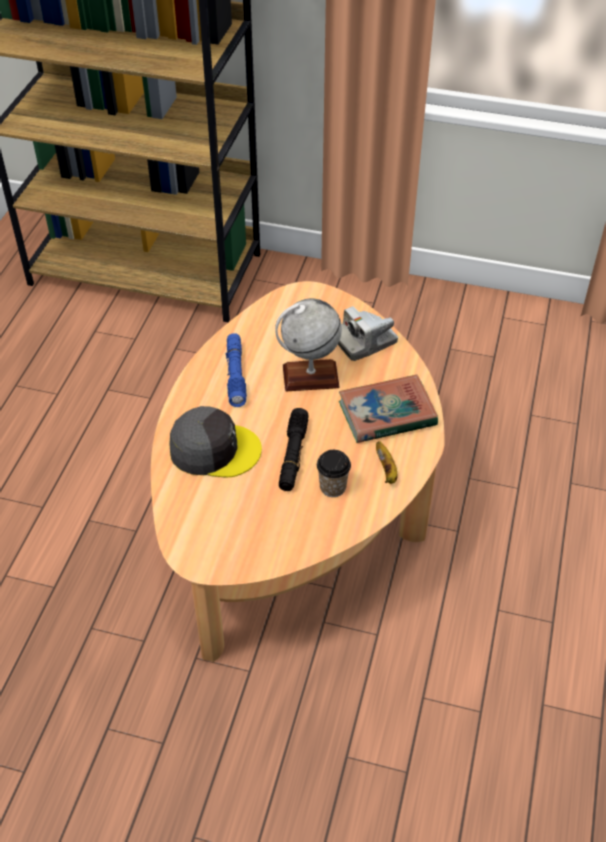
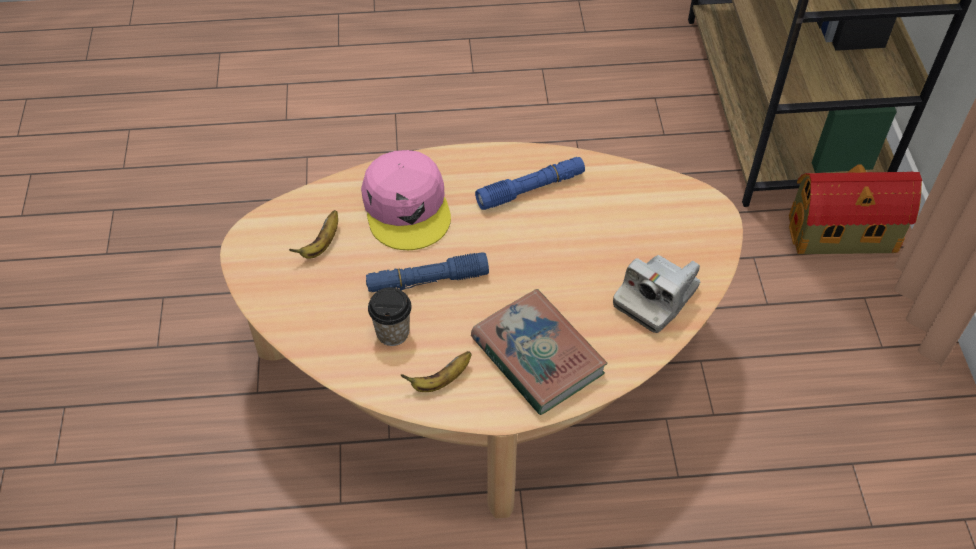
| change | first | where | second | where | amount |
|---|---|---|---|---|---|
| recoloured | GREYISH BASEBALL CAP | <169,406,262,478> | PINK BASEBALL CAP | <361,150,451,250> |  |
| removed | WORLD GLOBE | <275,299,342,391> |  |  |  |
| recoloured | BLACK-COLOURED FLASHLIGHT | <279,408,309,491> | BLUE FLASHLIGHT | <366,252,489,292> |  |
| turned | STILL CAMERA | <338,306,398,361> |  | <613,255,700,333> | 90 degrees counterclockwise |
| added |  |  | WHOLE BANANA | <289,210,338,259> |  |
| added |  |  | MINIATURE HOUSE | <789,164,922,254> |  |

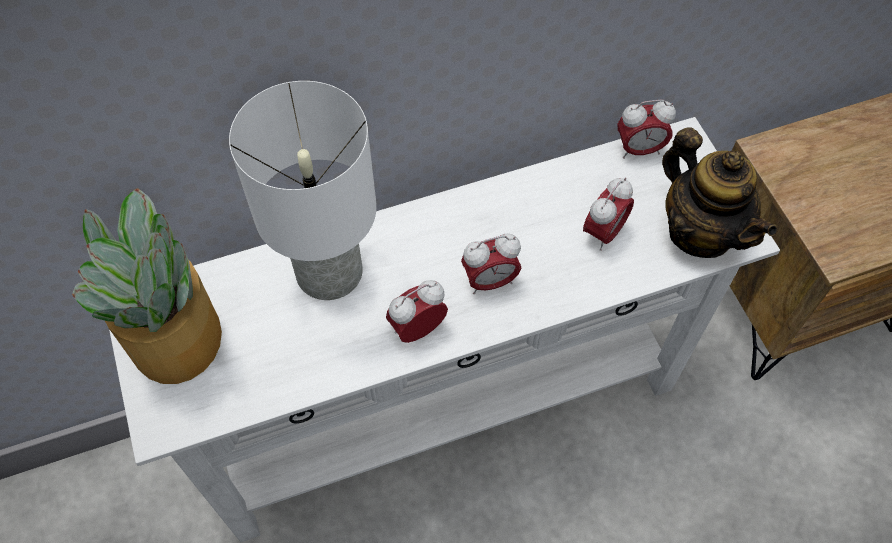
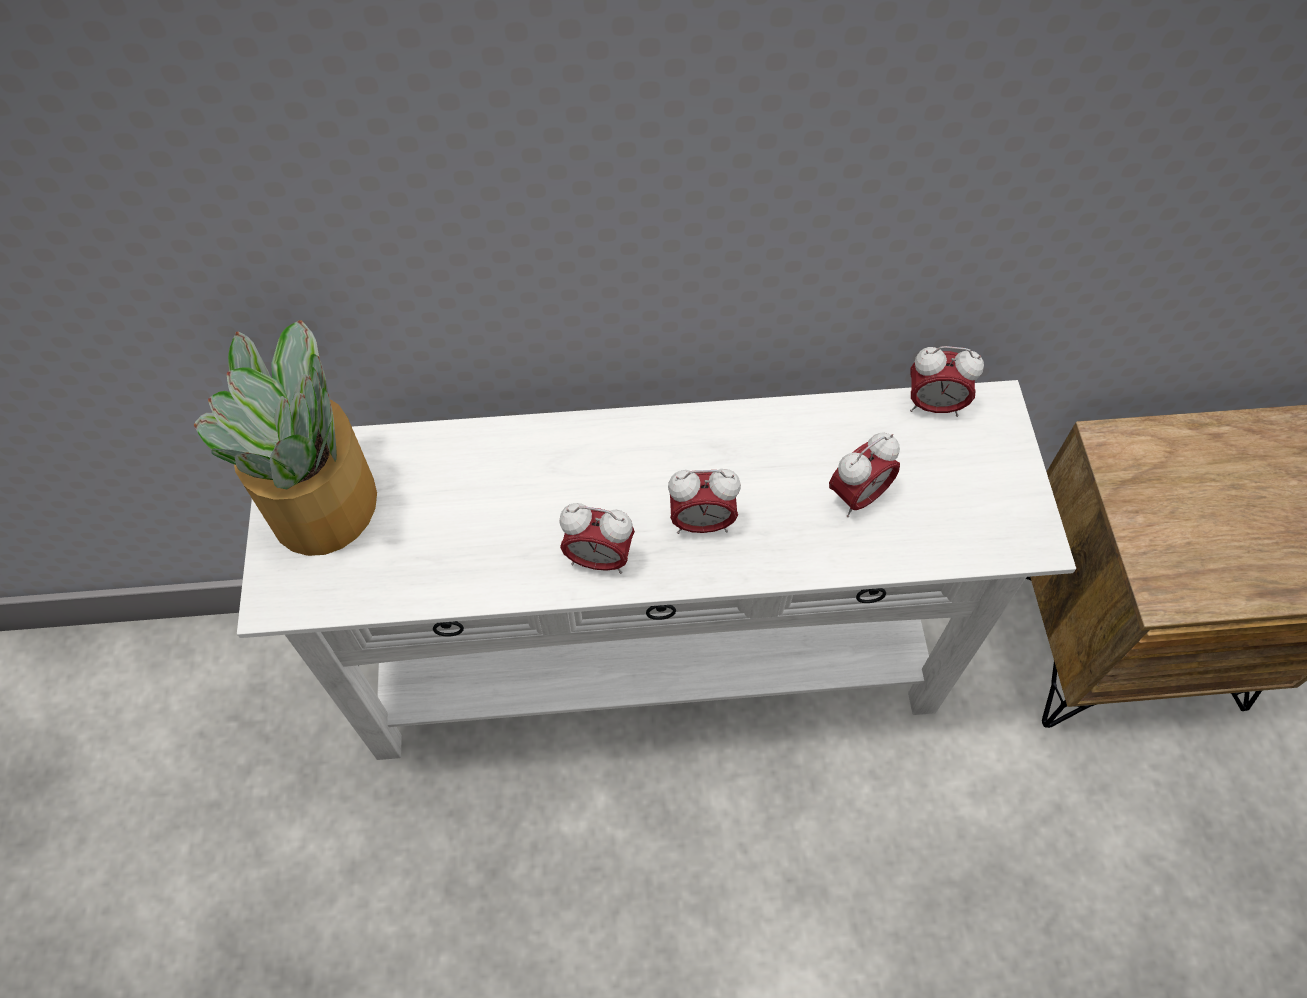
| change | first | where | second | where | amount |
|---|---|---|---|---|---|
| removed | WHITE TABLE LAMP | <229,81,377,300> |  |  |  |
| turned | BEDSIDE CLOCK | <386,280,448,343> |  | <559,503,635,574> | 150 degrees counterclockwise |
| removed | TEA POT | <662,127,777,258> |  |  |  |

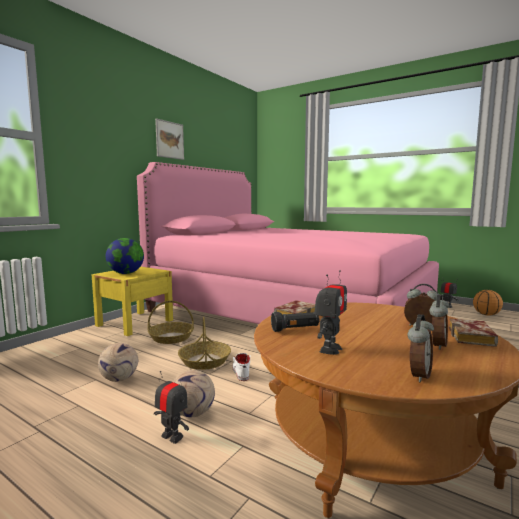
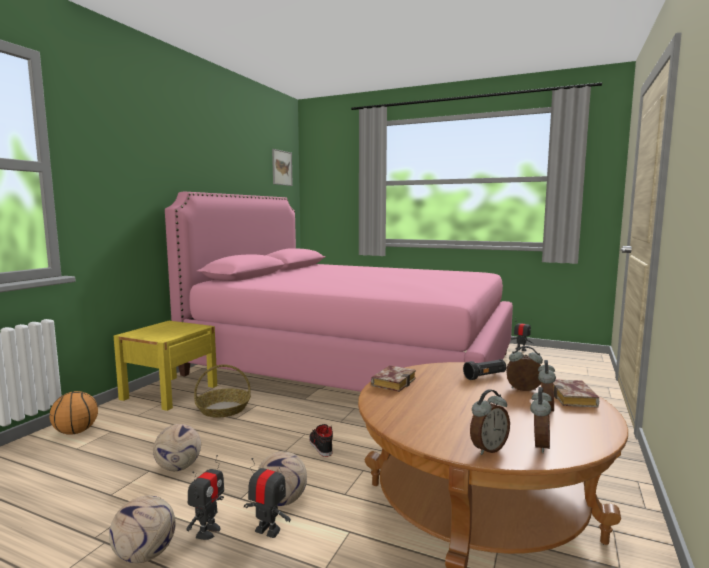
| change | first | where | second | where | amount |
|---|---|---|---|---|---|
| removed | WORLD GLOBE | <106,238,144,274> |  |  |  |
| moved | WALL ART | <155,118,184,160> |  | <272,149,293,186> |  |
| removed | STORAGE BASKET | <178,317,231,370> |  |  |  |
| recoloured | WHITE ITEM OF FOOTWEAR | <232,353,250,381> | BLACK-COLOURED ITEM OF FOOTWEAR | <309,424,333,457> |  |
| moved | BLACK-COLOURED FLASHLIGHT | <271,312,320,332> |  | <463,359,507,380> |  |
| moved | MODEL ROBOT | <314,270,347,355> |  | <186,455,224,540> |  |
| moved | BALL FOR BASKETBALL | <473,290,503,316> |  | <50,391,98,435> |  |
| added |  |  | FOOTBALL | <109,495,176,563> |  |
| added |  |  | BEDSIDE CLOCK | <470,389,510,455> |  |

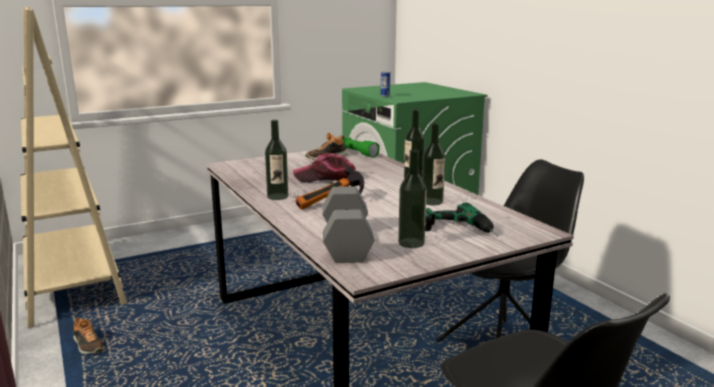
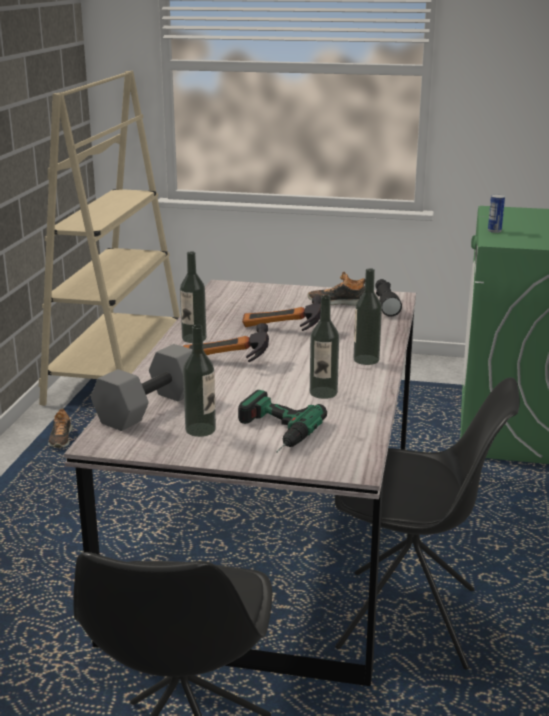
| change | first | where | second | where | amount |
|---|---|---|---|---|---|
| replaced | BASEBALL CAP | <293,153,356,183> | HAND HAMMER | <242,296,321,331> |  |
| recoloured | GREEN-COLOURED FLASHLIGHT | <342,137,379,158> | BLACK-COLOURED FLASHLIGHT | <375,279,402,317> |  |

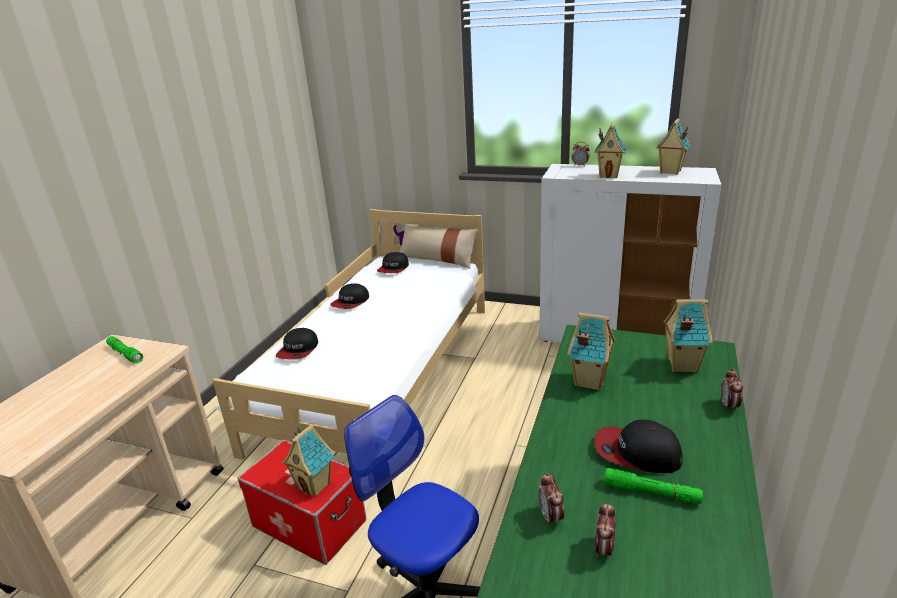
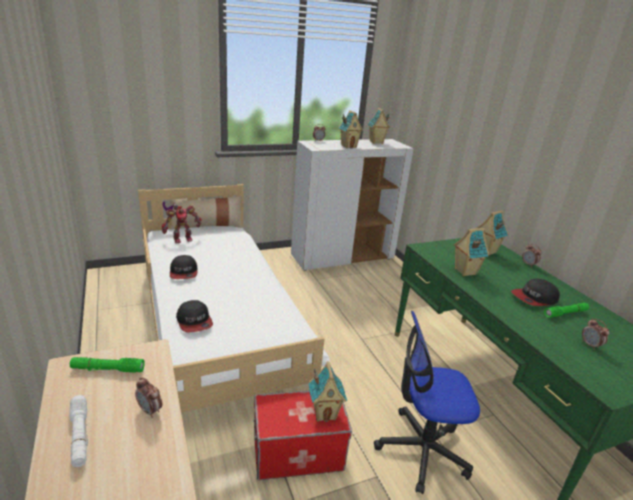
| change | first | where | second | where | amount |
|---|---|---|---|---|---|
| replaced | BASEBALL CAP | <377,252,409,273> | MODEL ROBOT | <162,203,202,243> |  |
| moved | BEDSIDE CLOCK | <538,473,564,526> |  | <135,377,162,418> |  |
| added |  |  | WHITE FLASHLIGHT | <69,395,88,467> |  |

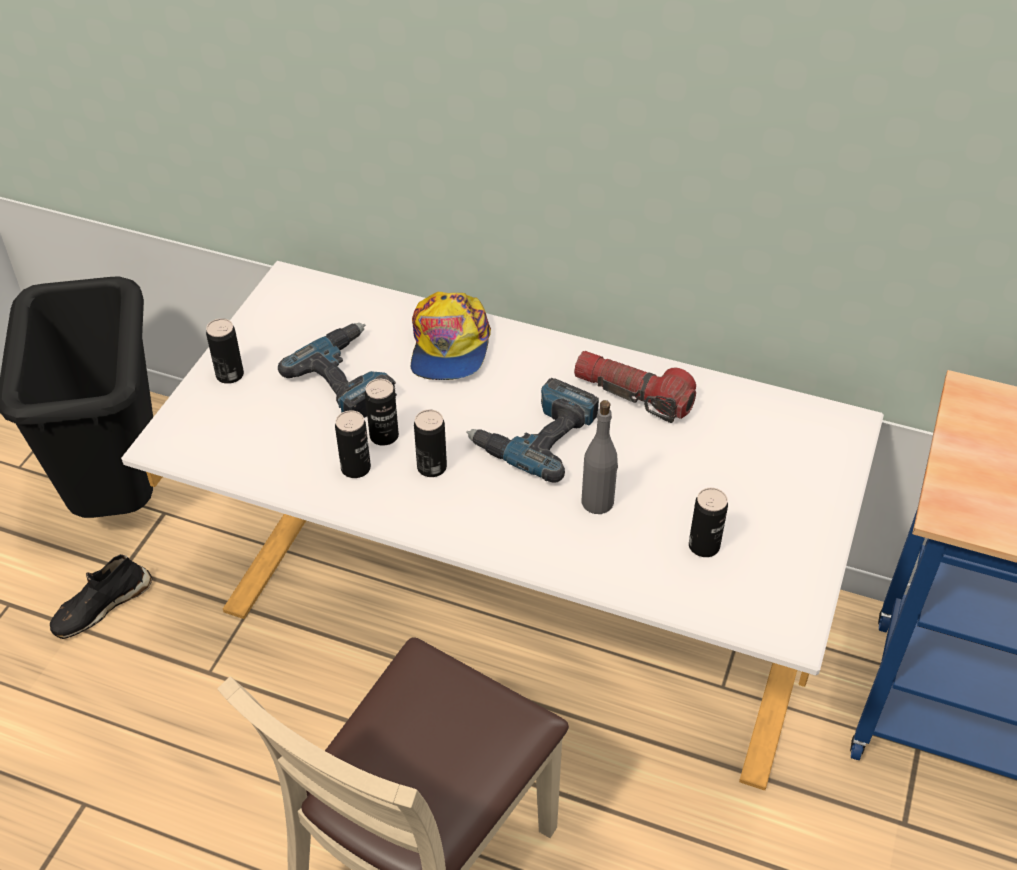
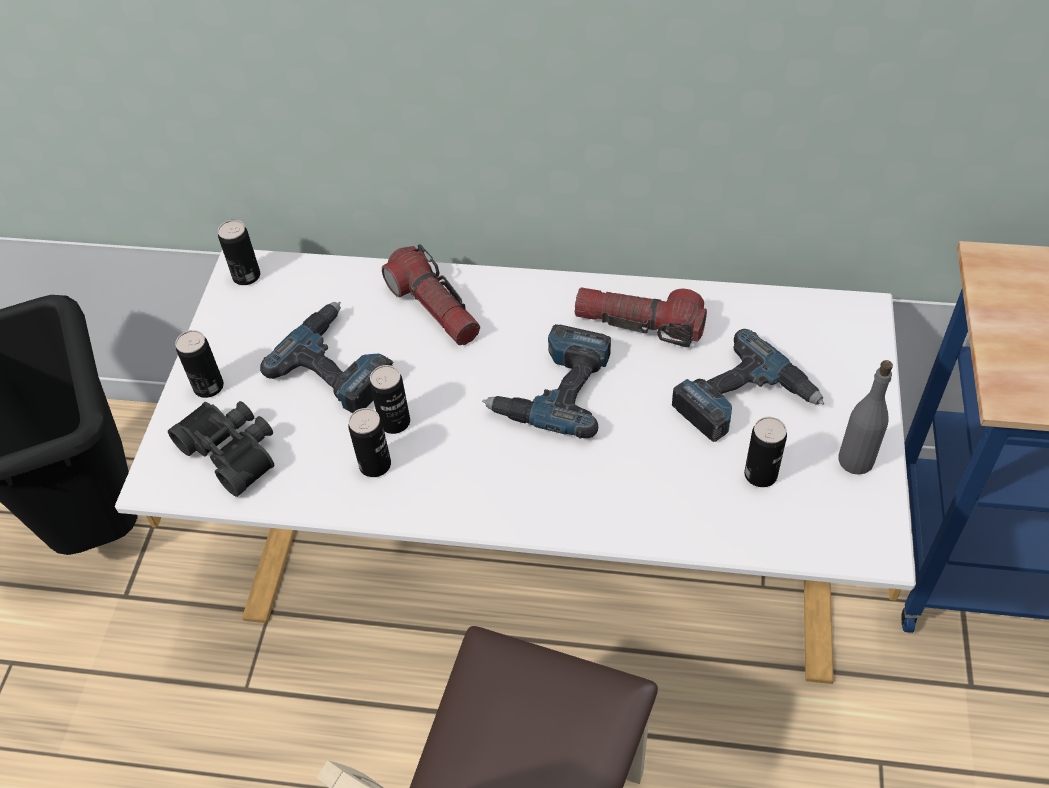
| change | first | where | second | where | amount |
|---|---|---|---|---|---|
| removed | BLACK-COLOURED ITEM OF FOOTWEAR | <50,554,153,639> |  |  |  |
| replaced | BASEBALL CAP | <411,292,491,380> | FLASHLIGHT | <382,244,480,345> |  |
| moved | METAL CAN | <414,409,447,477> |  | <218,220,260,285> |  |
| moved | GREYISH BOTTLE | <582,400,618,514> |  | <838,360,893,475> |  |
| added |  |  | BLACK-COLOURED PAIR OF BINOCULARS | <168,401,274,497> |  |
| added |  |  | POWER DRILL | <672,329,824,442> |  |

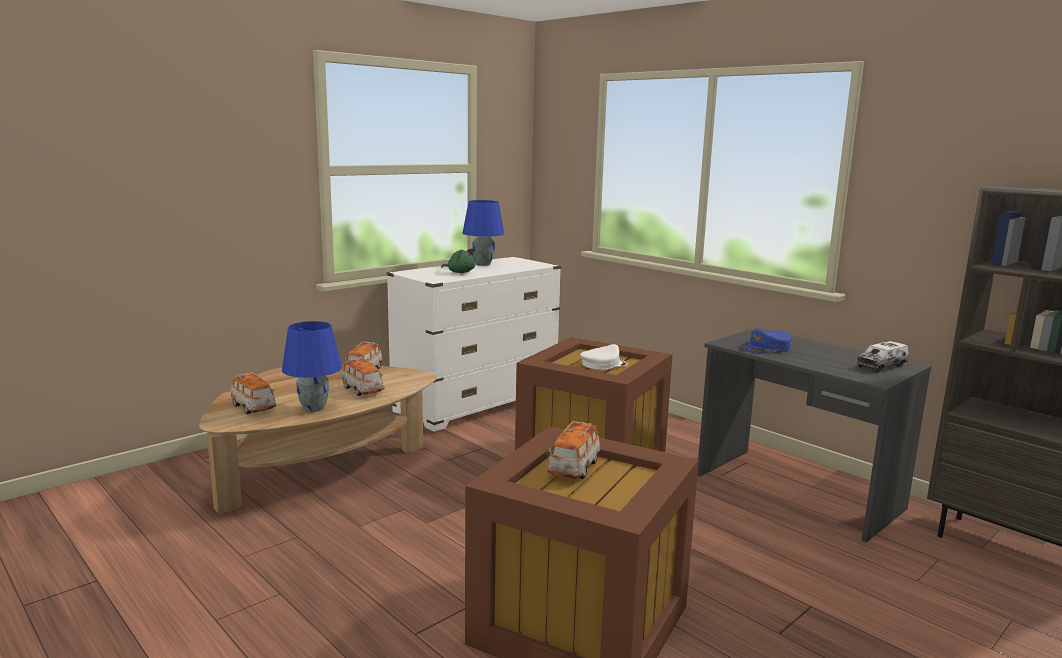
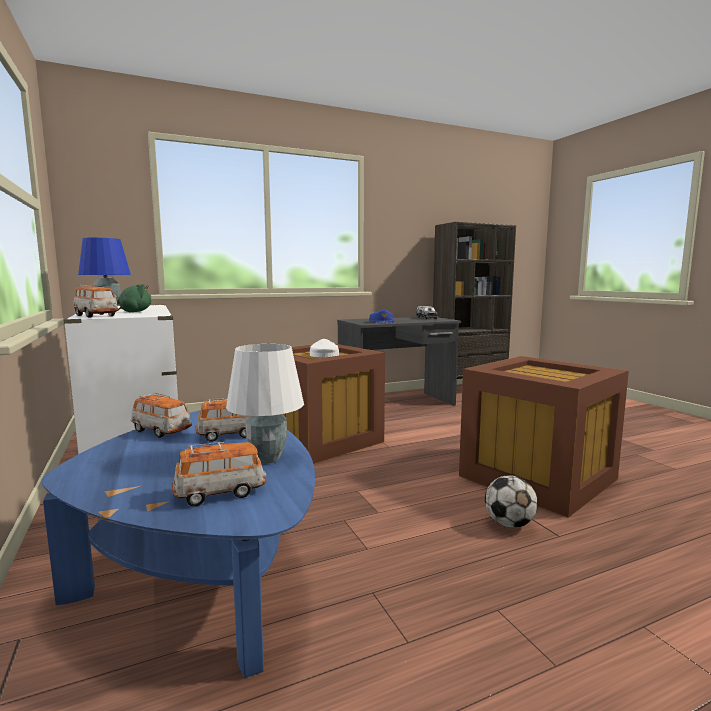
| change | first | where | second | where | amount |
|---|---|---|---|---|---|
| recoloured | BROWN-COLOURED LOUNGE TABLE | <199,365,437,513> | BLUE LOUNGE TABLE | <41,410,315,678> |  |
| recoloured | BLUE TABLE LAMP | <282,321,342,412> | WHITE TABLE LAMP | <226,344,304,464> |  |
| moved | TOY CAR | <547,420,600,479> |  | <73,285,119,318> |  |
| added |  |  | FOOTBALL | <485,476,538,528> |  |

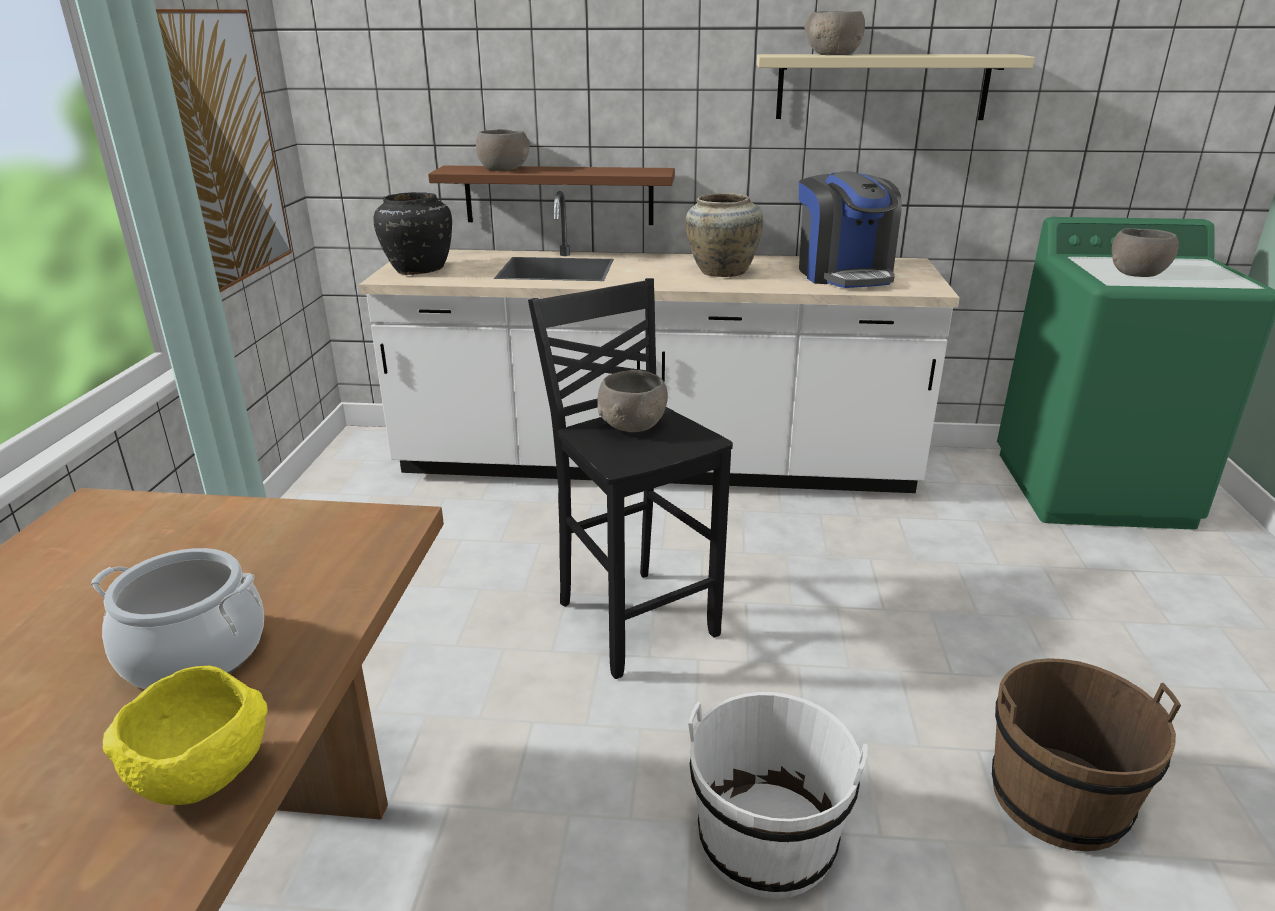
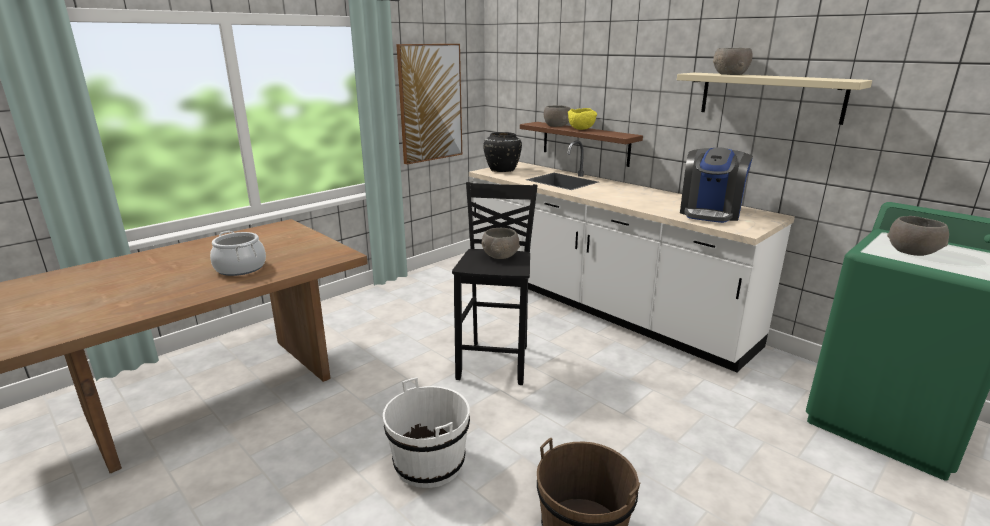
| change | first | where | second | where | amount |
|---|---|---|---|---|---|
| moved | YELLOW SERVING BOWL | <103,666,268,805> |  | <568,108,597,130> |  |
| removed | BEIGE FLOWER VASE | <685,193,763,277> |  |  |  |

